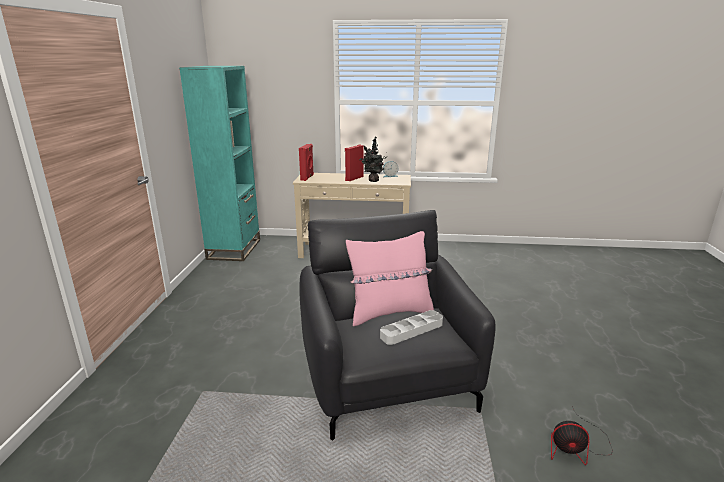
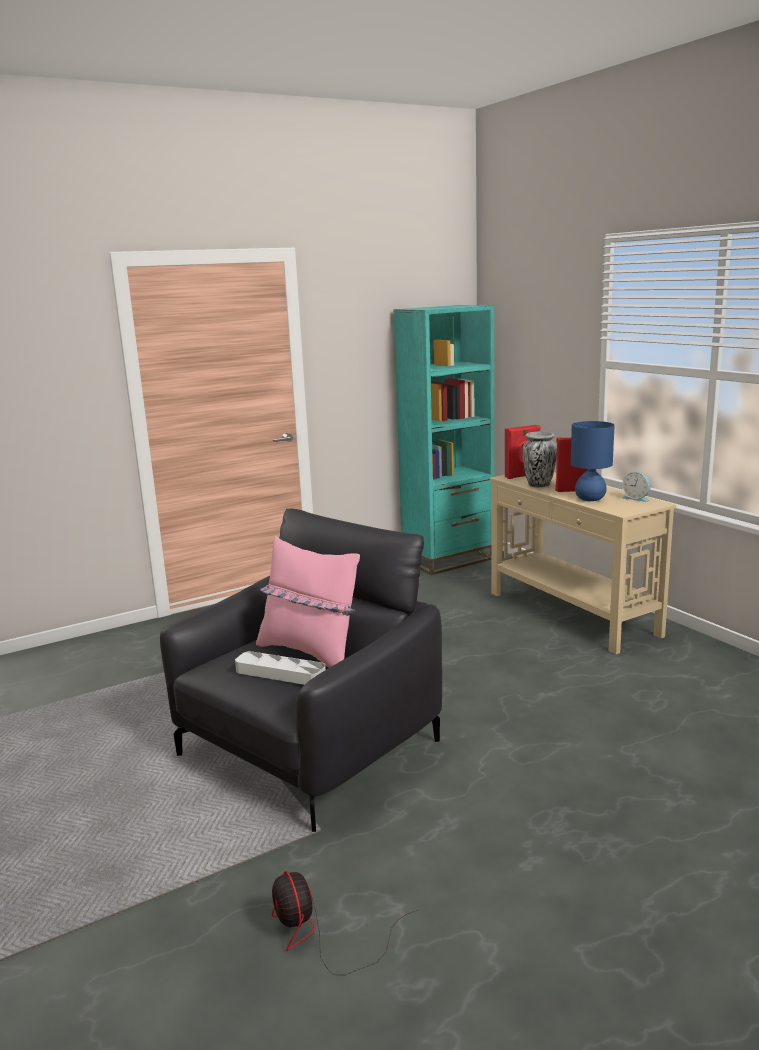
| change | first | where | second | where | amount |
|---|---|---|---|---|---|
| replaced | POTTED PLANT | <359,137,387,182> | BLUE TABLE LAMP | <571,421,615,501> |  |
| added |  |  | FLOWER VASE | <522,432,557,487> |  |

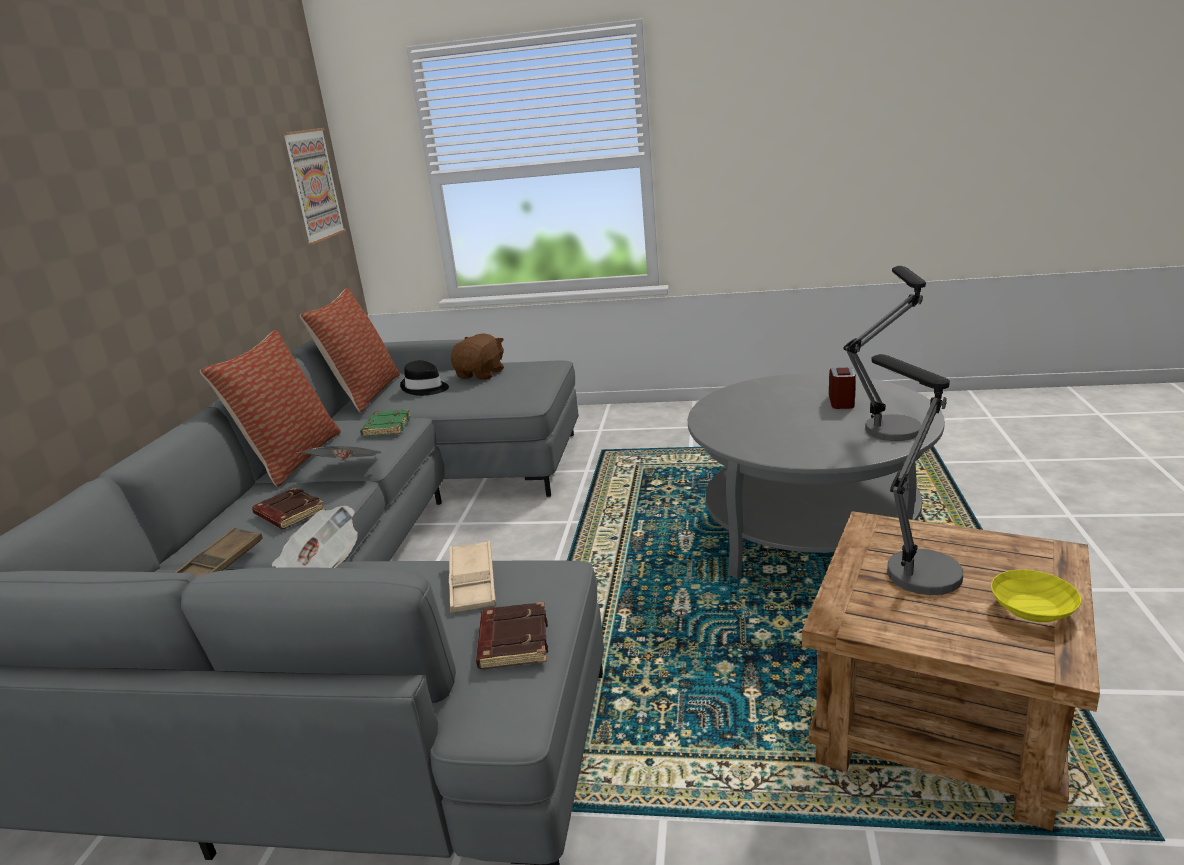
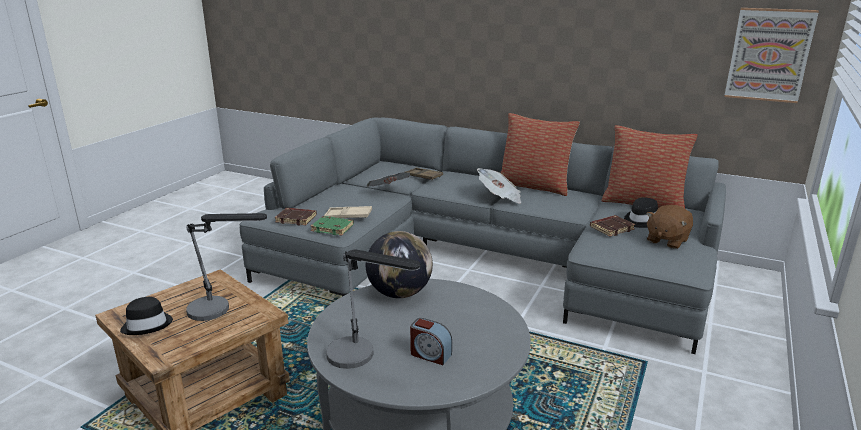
| change | first | where | second | where | amount |
|---|---|---|---|---|---|
| moved | BROWN-COLOURED BOUND BOOK | <252,487,326,529> |  | <590,215,635,237> |  |
| moved | GREEN-COLOURED BOUND BOOK | <360,409,411,437> |  | <311,216,354,236> |  |
| turned | BROWN-COLOURED SOFT TOY | <451,333,504,380> |  | <646,205,693,249> | 90 degrees clockwise |
| replaced | YELLOW SERVING BOWL | <991,570,1081,622> | BLACK-COLOURED WEARABLE HAT | <120,297,173,335> |  |
| added |  |  | WORLD GLOBE | <366,231,433,298> |  |

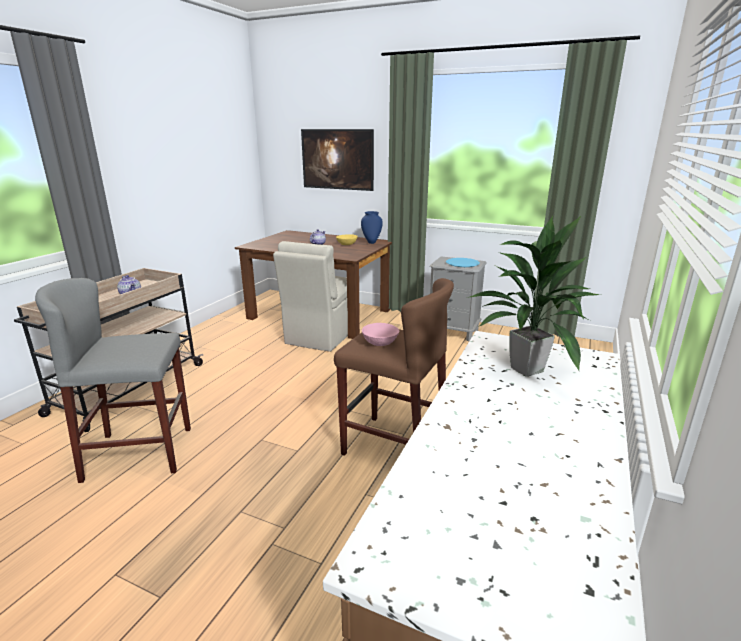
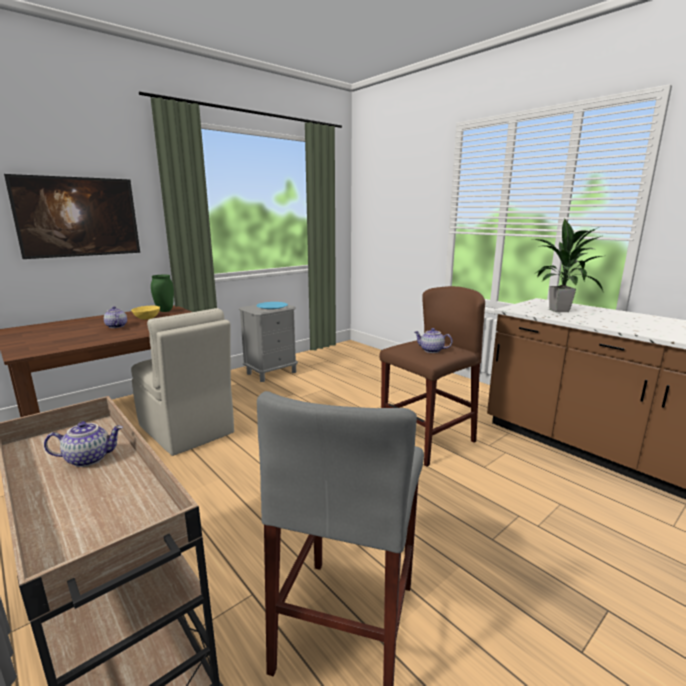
| change | first | where | second | where | amount |
|---|---|---|---|---|---|
| recoloured | BLUE FLOWER VASE | <361,211,383,244> | GREEN-COLOURED FLOWER VASE | <151,275,174,312> |  |
| replaced | PINK SERVING BOWL | <362,323,399,346> | TEA POT | <415,328,452,353> |  |

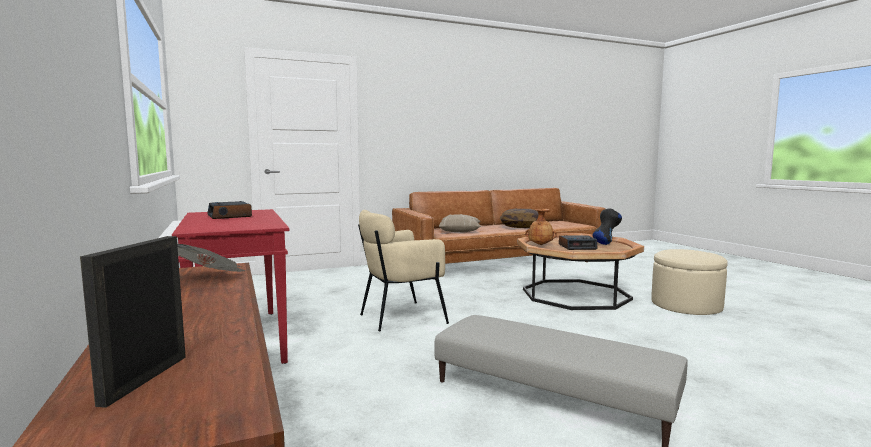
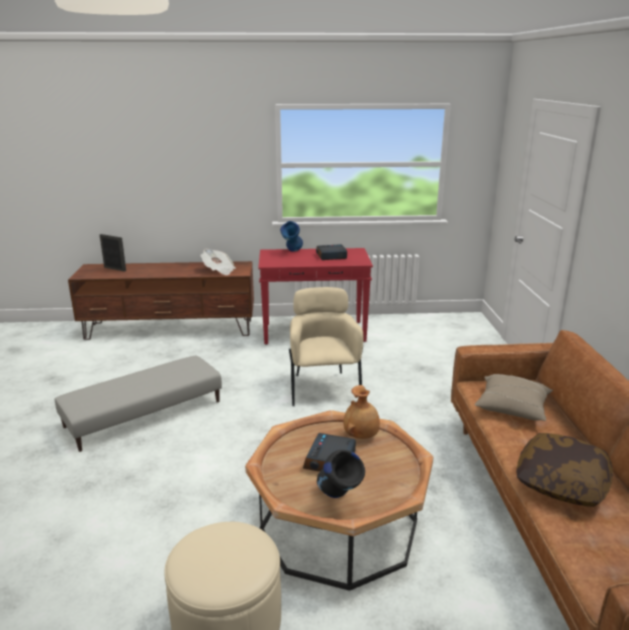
| change | first | where | second | where | amount |
|---|---|---|---|---|---|
| added |  |  | BLUE FLOWER VASE | <280,221,303,252> |  |

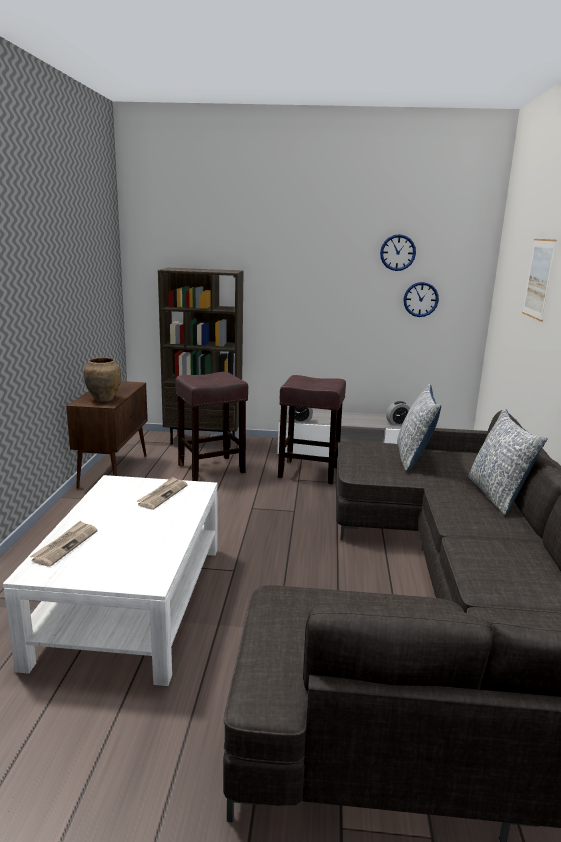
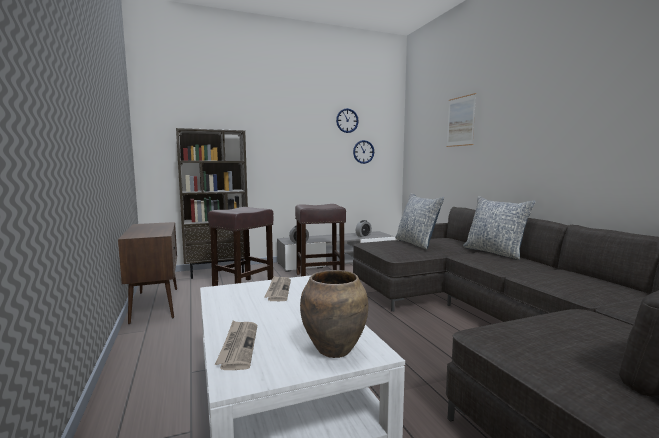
| change | first | where | second | where | amount |
|---|---|---|---|---|---|
| moved | BROWN-COLOURED FLOWER VASE | <84,357,121,402> |  | <300,270,368,358> |  |

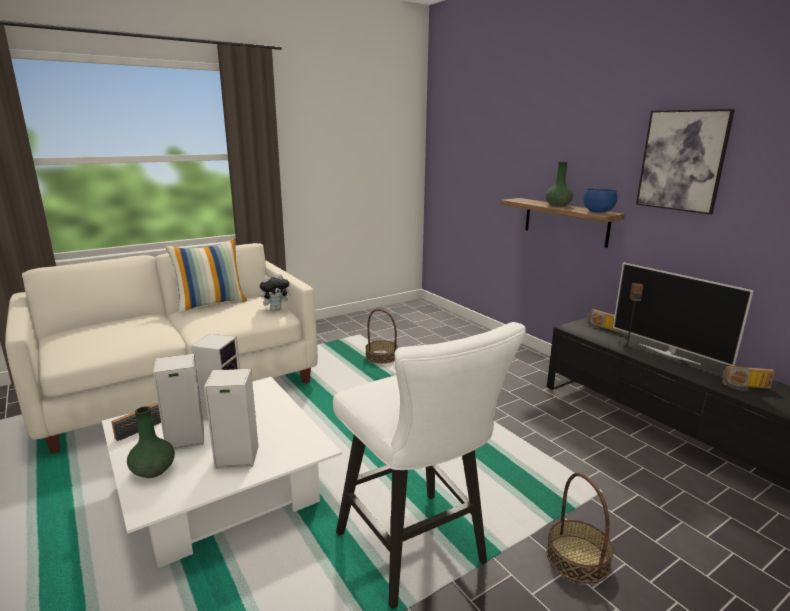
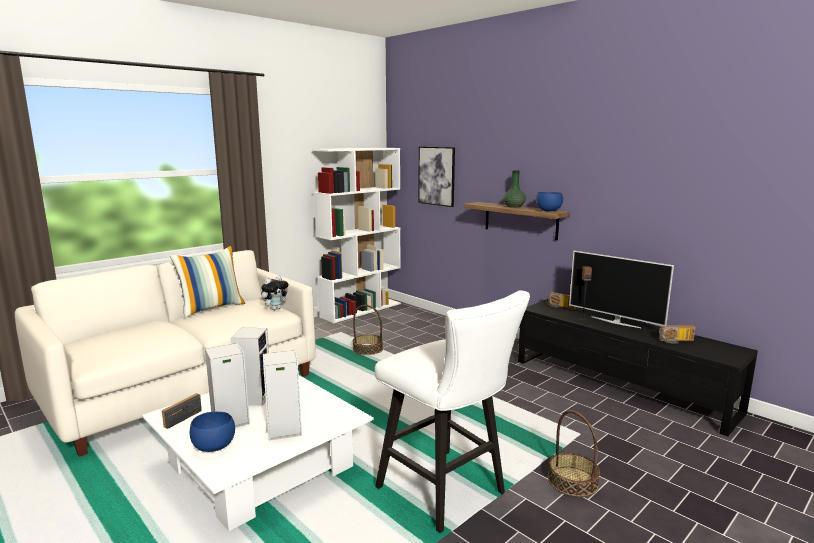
| change | first | where | second | where | amount |
|---|---|---|---|---|---|
| replaced | GREEN-COLOURED FLOWER VASE | <127,406,175,478> | BLUE SERVING BOWL | <190,411,235,452> |  |
| moved | WALL ART | <636,109,735,215> |  | <418,147,455,207> |  |
| added |  |  | WHITE SHELVING UNIT | <312,148,401,323> |  |

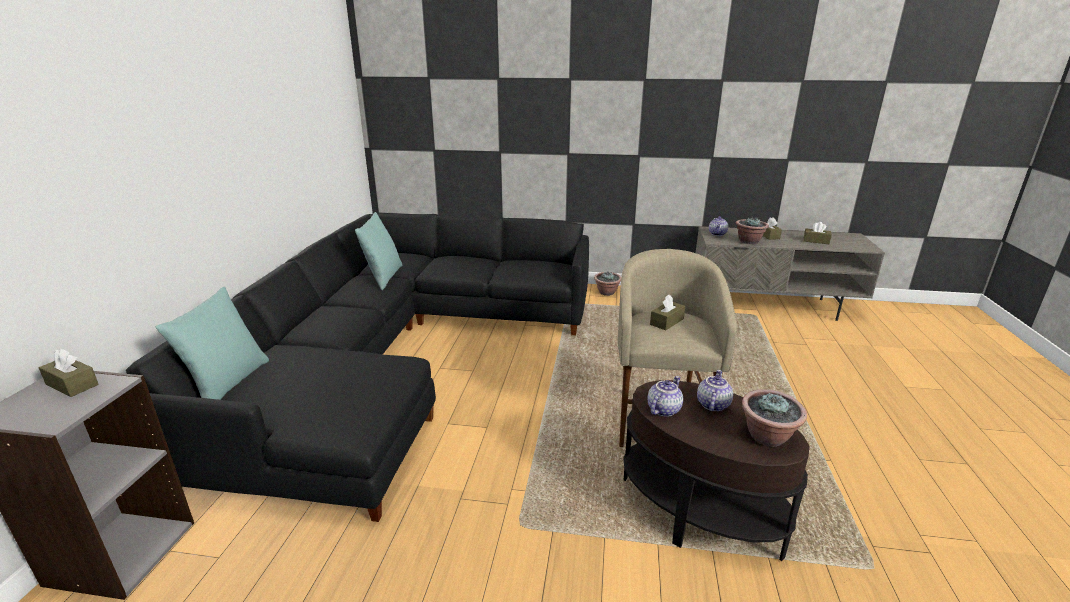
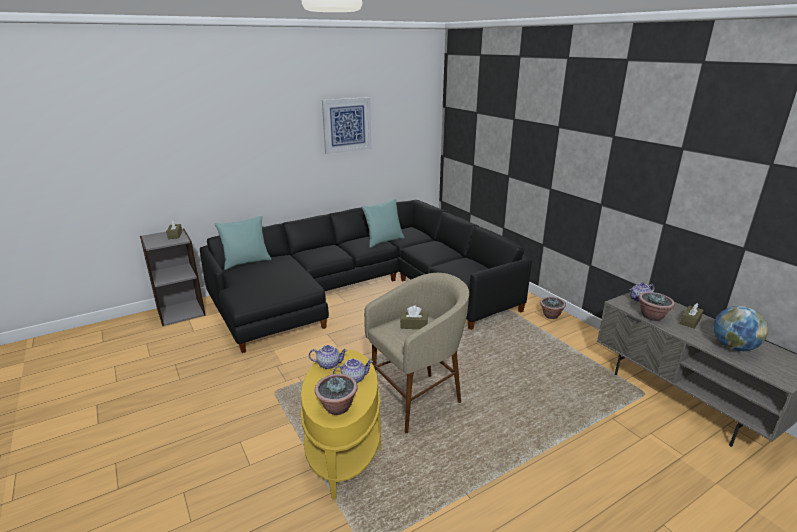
| change | first | where | second | where | amount |
|---|---|---|---|---|---|
| recoloured | BROWN-COLOURED ACCENT TABLE | <624,380,809,561> | YELLOW ACCENT TABLE | <301,349,381,500> |  |
| replaced | BROWN-COLOURED TISSUE BOX | <804,222,832,244> | WORLD GLOBE | <713,306,768,351> |  |
| added |  |  | WALL ART | <322,97,371,154> |  |

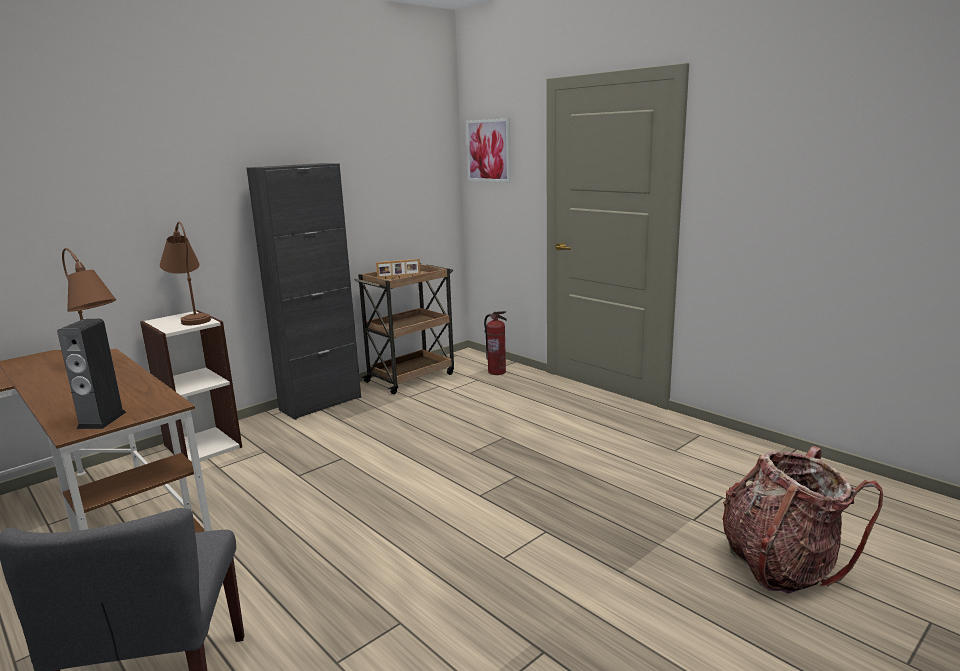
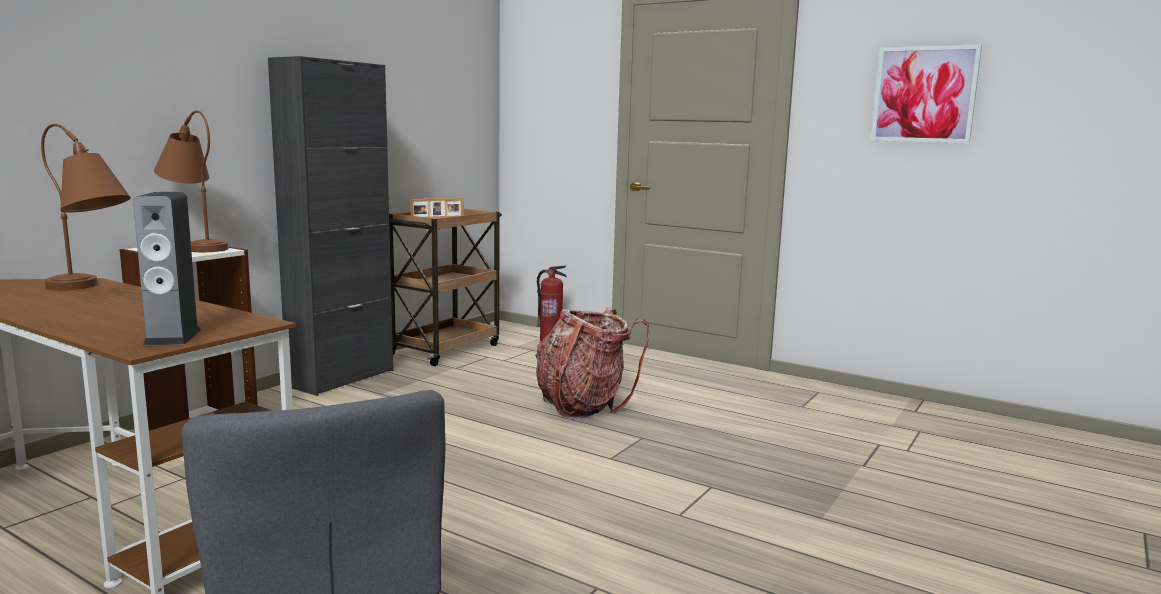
| change | first | where | second | where | amount |
|---|---|---|---|---|---|
| moved | WALL ART | <466,118,511,182> |  | <871,45,982,144> |  |
| moved | KNAPSACK | <723,446,883,594> |  | <535,308,649,418> |  |

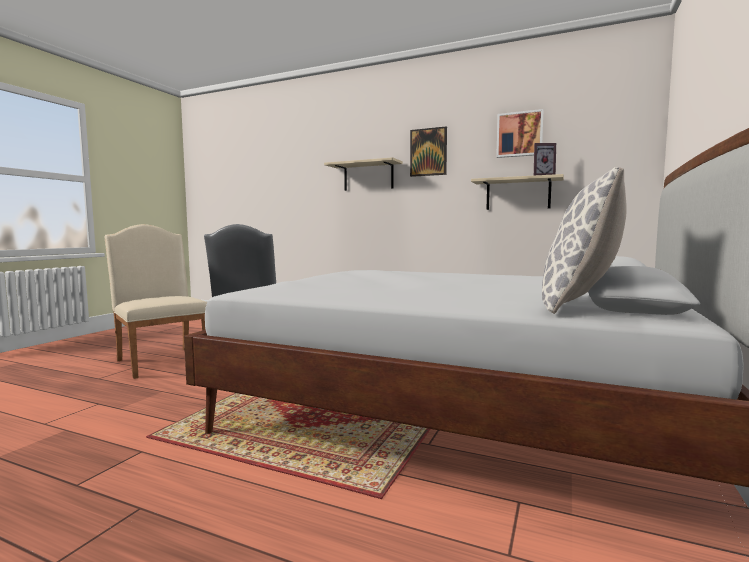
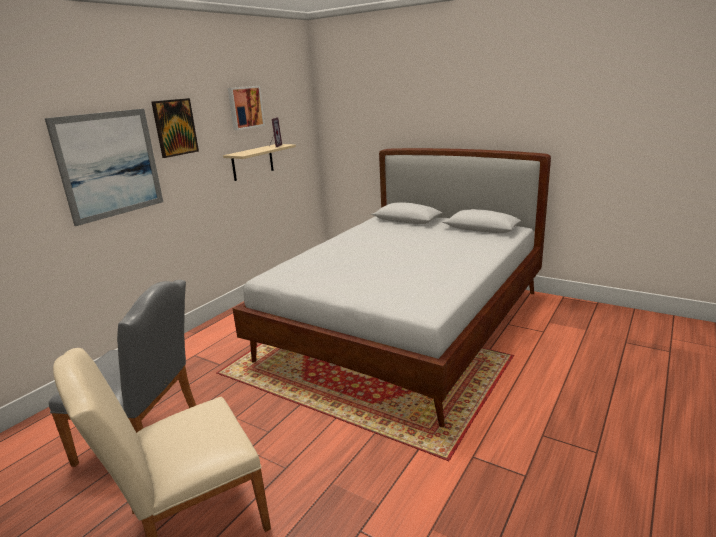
| change | first | where | second | where | amount |
|---|---|---|---|---|---|
| replaced | BEIGE BRACKET SHELF | <324,157,403,191> | WALL ART | <45,109,163,226> |  |
| removed | CUSHION | <542,167,627,314> |  |  |  |

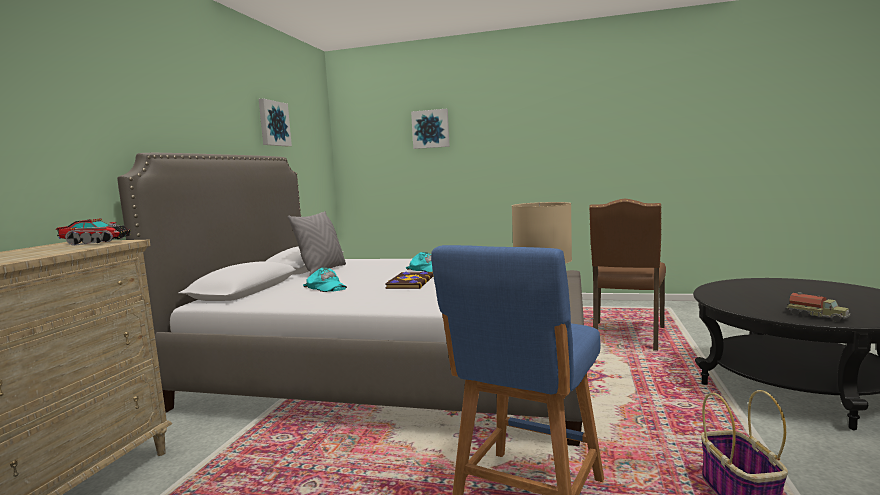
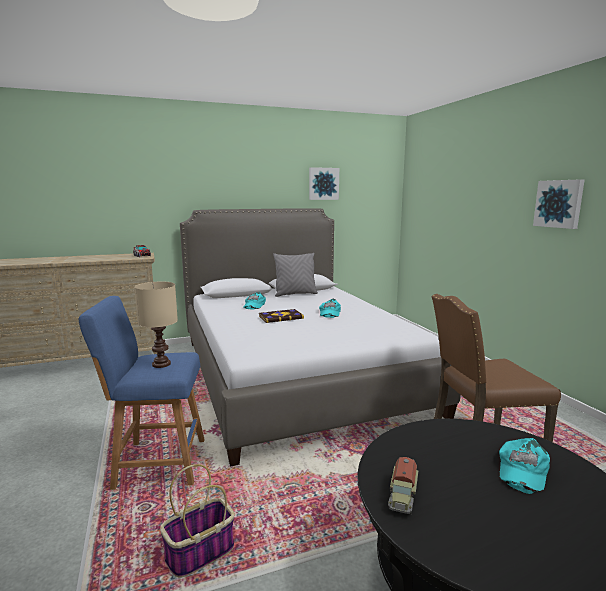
| change | first | where | second | where | amount |
|---|---|---|---|---|---|
| moved | WALL ART | <411,109,450,149> |  | <533,179,584,229> |  |
| added |  |  | TURQUOISE-COLOURED BASEBALL CAP | <499,438,550,494> |  |

